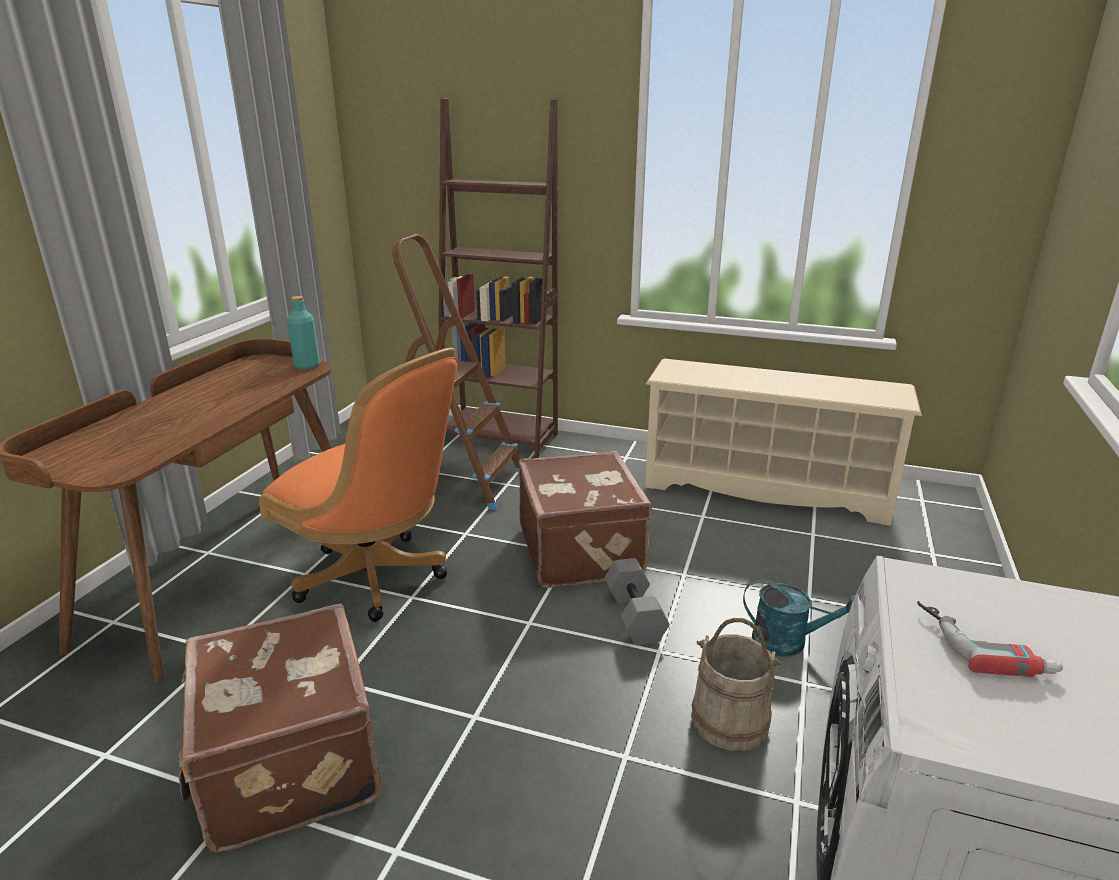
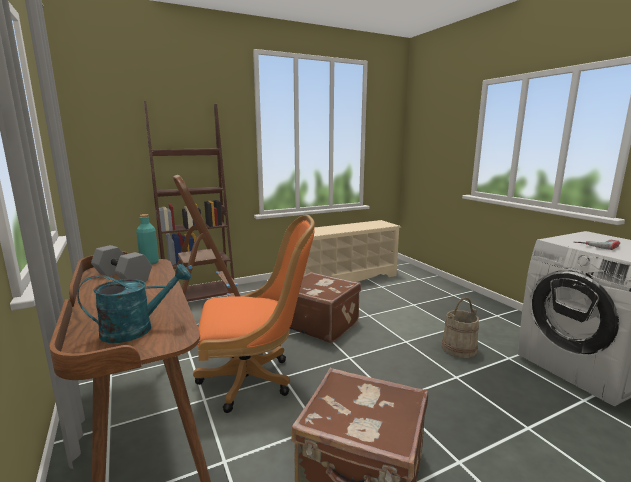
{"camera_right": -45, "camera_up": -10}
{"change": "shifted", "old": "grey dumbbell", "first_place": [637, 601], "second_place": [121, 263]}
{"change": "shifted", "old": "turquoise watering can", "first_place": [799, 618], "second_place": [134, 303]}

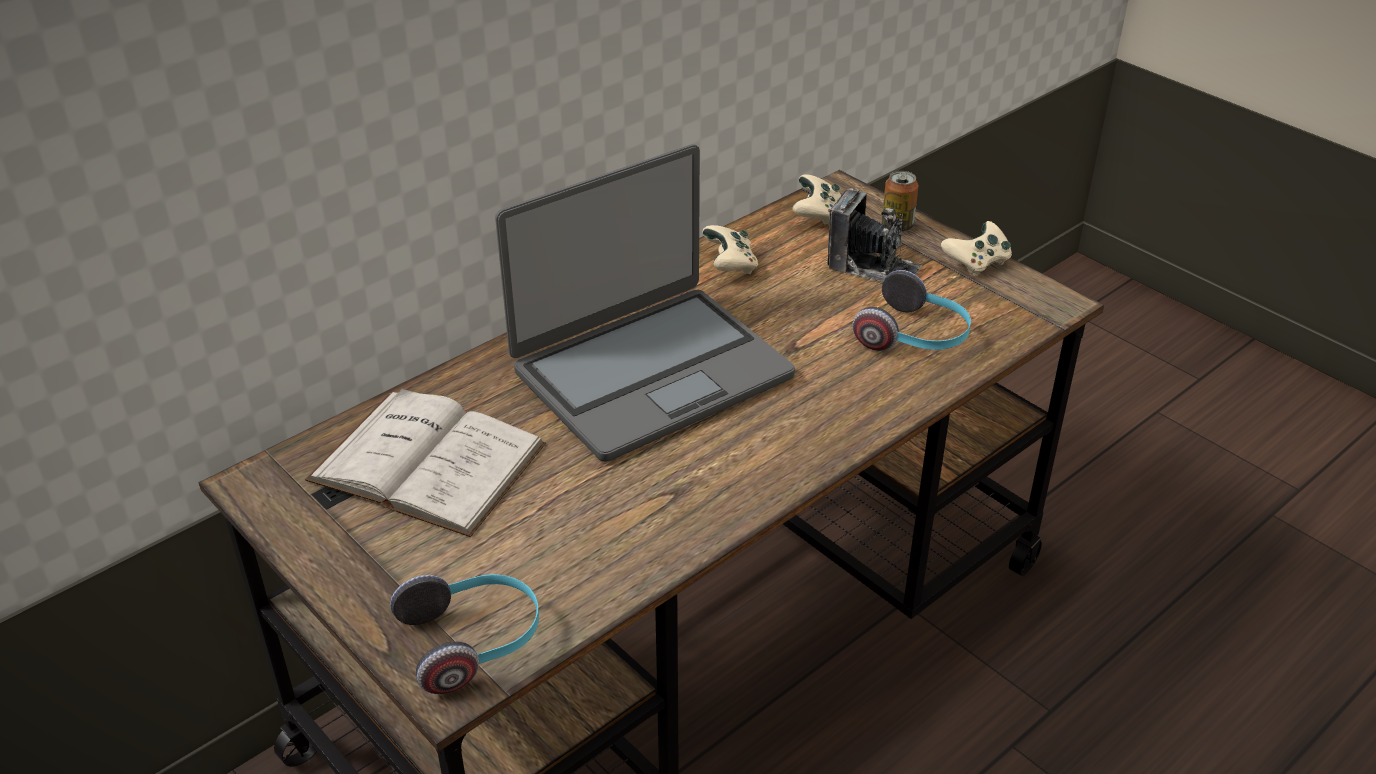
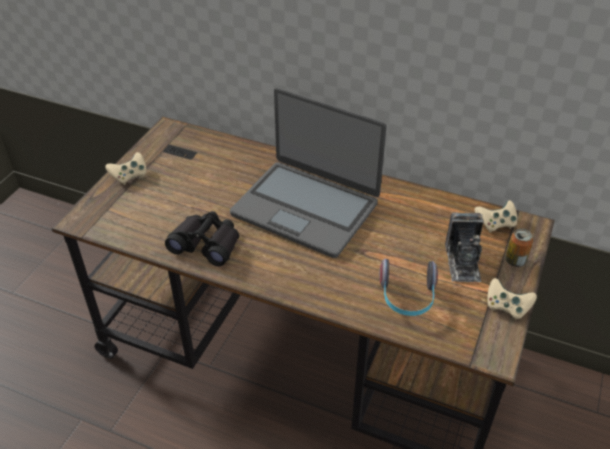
{"camera_right": 65, "camera_up": 5}
{"change": "shifted", "old": "beige game controller", "first_place": [730, 249], "second_place": [126, 168]}
{"change": "gone", "old": "white book", "first_place": [425, 462]}
{"change": "gone", "old": "headphones", "first_place": [464, 634]}
{"change": "new", "new": "black binoculars", "second_place": [202, 238]}

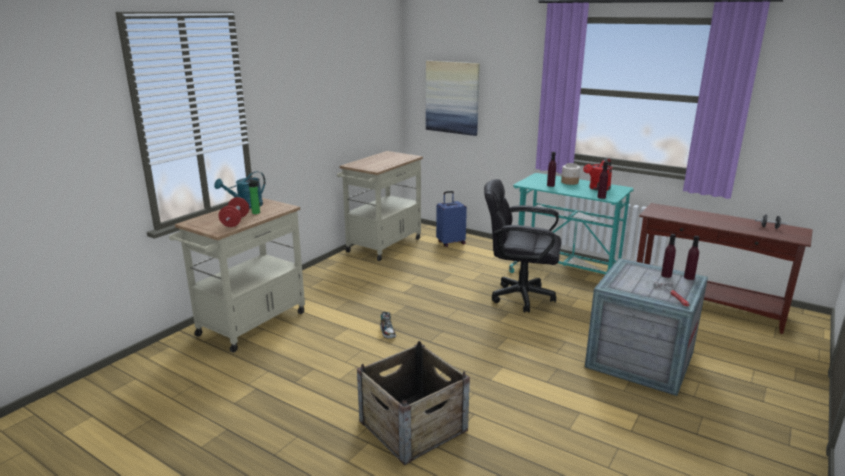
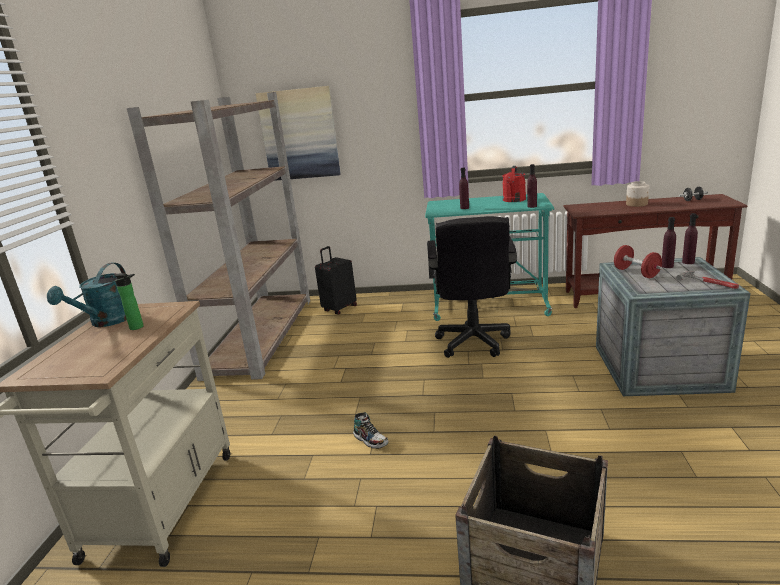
{"camera_right": -25, "camera_up": 0}
{"change": "swapped", "old": "beige cart", "new": "brown bookcase", "first_place": [380, 206], "second_place": [218, 236]}
{"change": "shifted", "old": "jar", "first_place": [570, 174], "second_place": [637, 194]}
{"change": "rotated", "old": "black office chair", "first_place": [523, 246], "second_place": [472, 287], "degrees": -75}
{"change": "repainted", "old": "blue suitcase", "new": "black suitcase", "first_place": [451, 219], "second_place": [336, 280]}
{"change": "shifted", "old": "red dumbbell", "first_place": [234, 212], "second_place": [638, 261]}

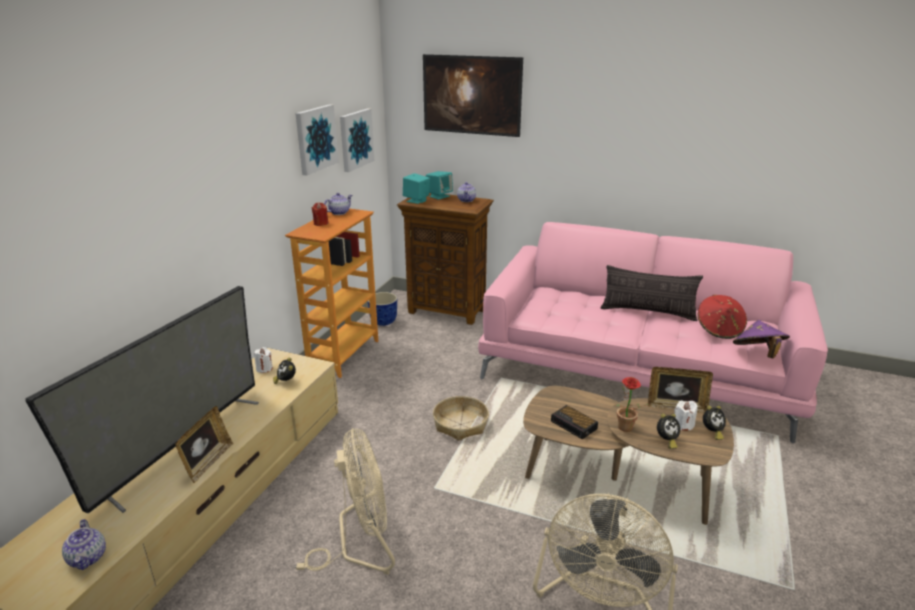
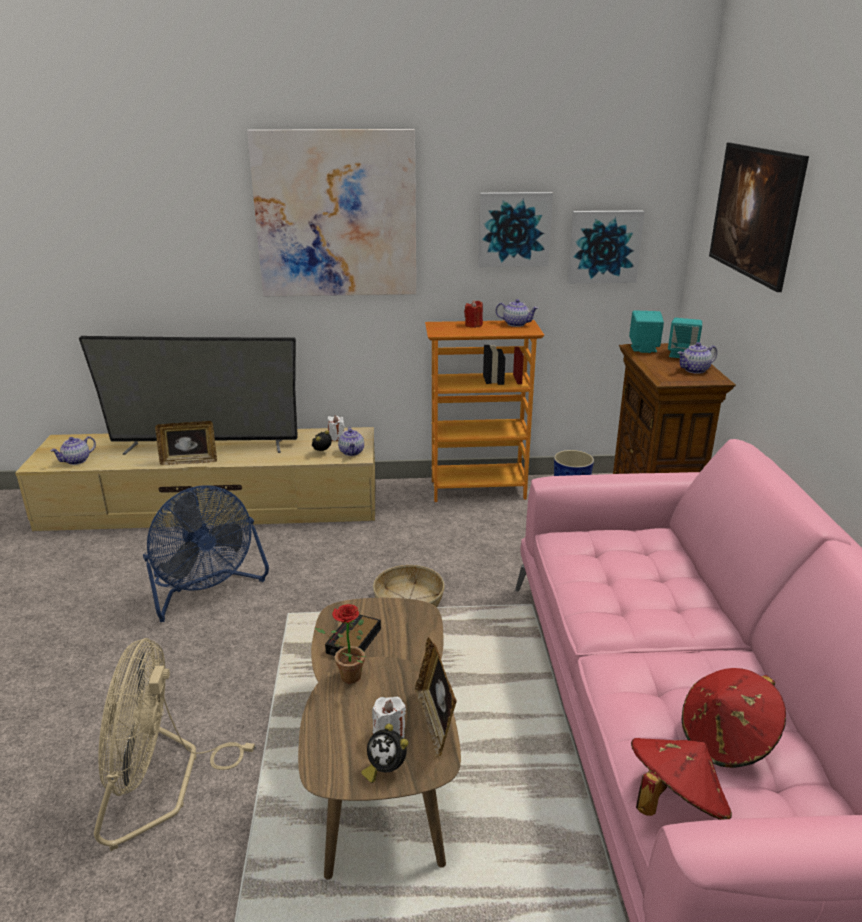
{"camera_right": 65, "camera_up": 0}
{"change": "gone", "old": "pillow", "first_place": [651, 293]}
{"change": "repainted", "old": "purple hat", "new": "red hat", "first_place": [761, 339], "second_place": [681, 779]}
{"change": "gone", "old": "alarm clock", "first_place": [668, 431]}
{"change": "repainted", "old": "beige fan", "new": "blue fan", "first_place": [344, 501], "second_place": [206, 553]}
{"change": "new", "new": "picture", "second_place": [331, 212]}
{"change": "new", "new": "teapot", "second_place": [351, 441]}

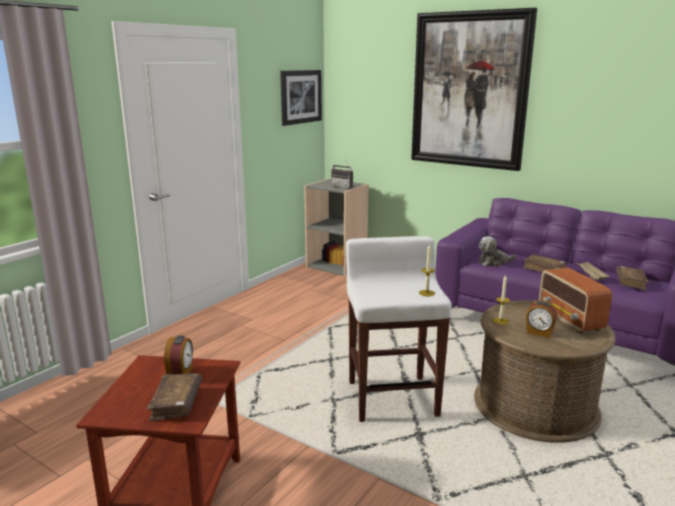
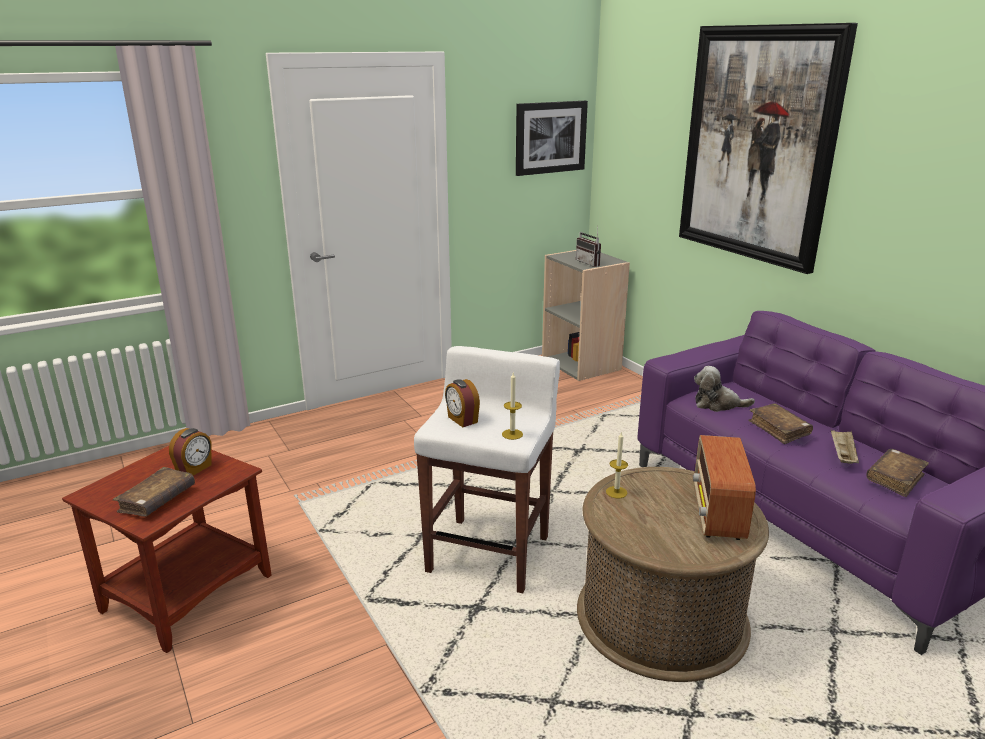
{"camera_right": 25, "camera_up": 5}
{"change": "shifted", "old": "alarm clock", "first_place": [542, 319], "second_place": [462, 403]}

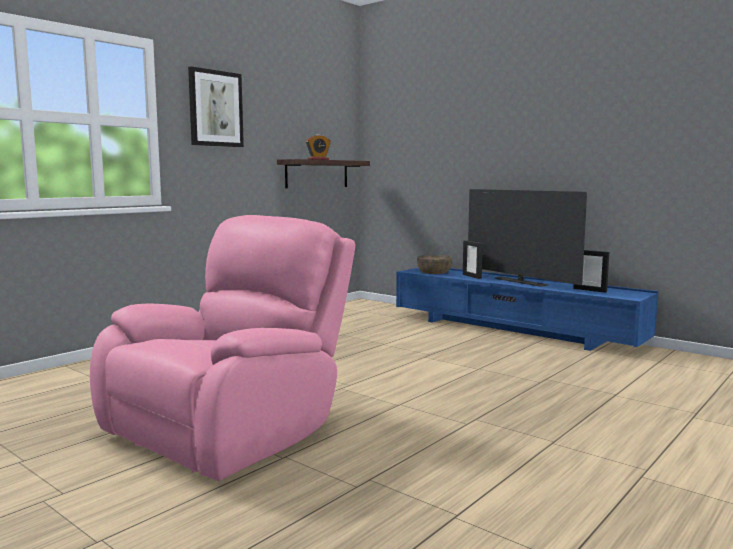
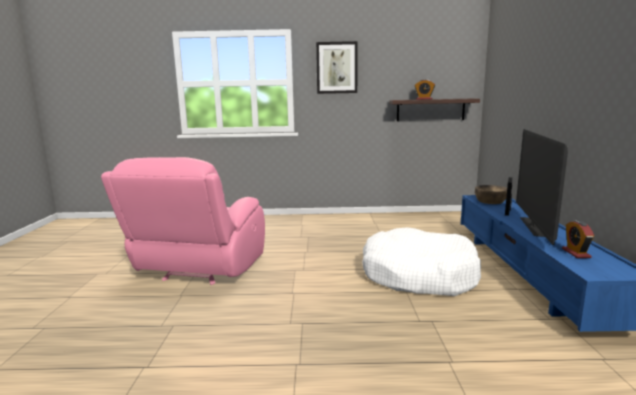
{"camera_right": 50, "camera_up": 5}
{"change": "rotated", "old": "pink armchair", "first_place": [222, 348], "second_place": [183, 221], "degrees": 105}
{"change": "swapped", "old": "picture frame", "new": "alarm clock", "first_place": [591, 271], "second_place": [578, 239]}
{"change": "new", "new": "white dog bed", "second_place": [421, 261]}

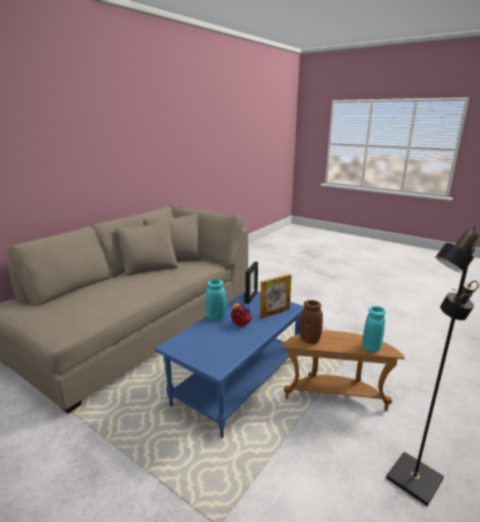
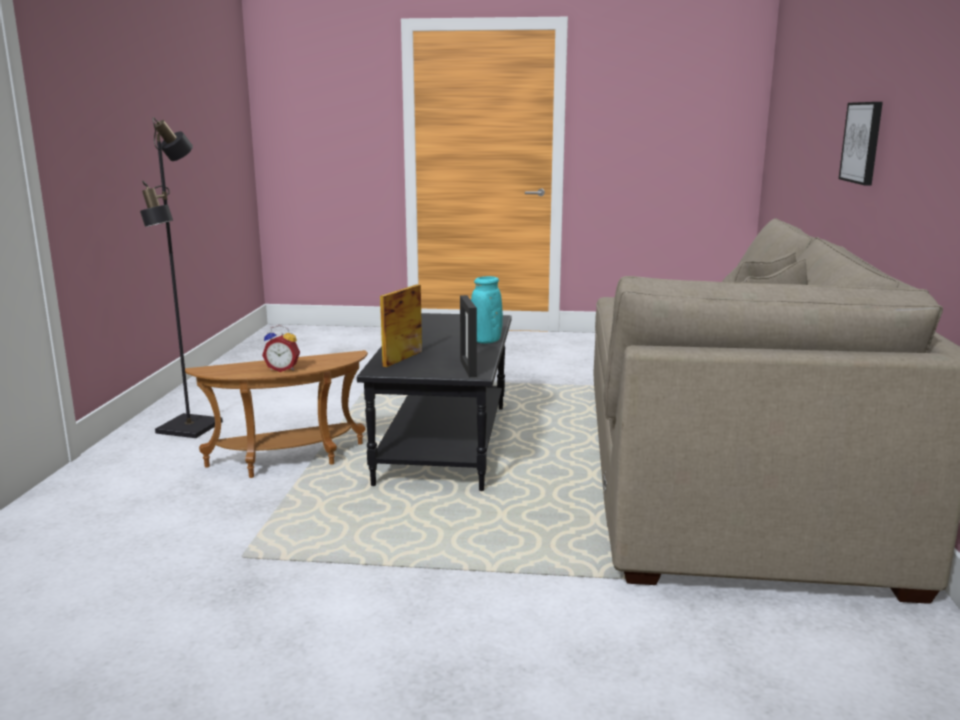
{"camera_right": 150, "camera_up": -5}
{"change": "repainted", "old": "blue coffee table", "new": "black coffee table", "first_place": [230, 365], "second_place": [434, 402]}
{"change": "gone", "old": "brown vase", "first_place": [311, 322]}
{"change": "shifted", "old": "alarm clock", "first_place": [241, 314], "second_place": [281, 348]}
{"change": "gone", "old": "turquoise vase", "first_place": [374, 329]}
{"change": "new", "new": "picture", "second_place": [861, 143]}

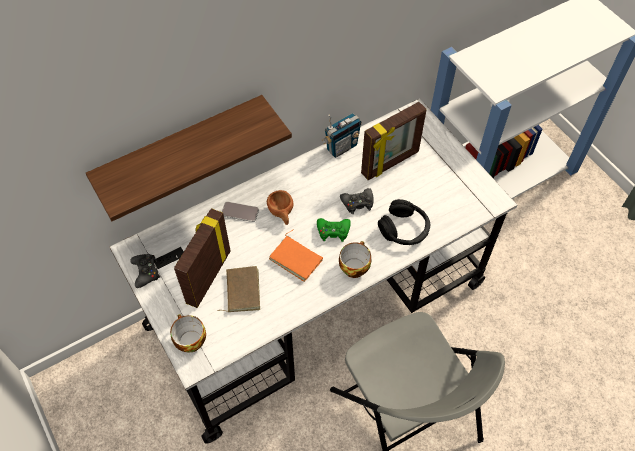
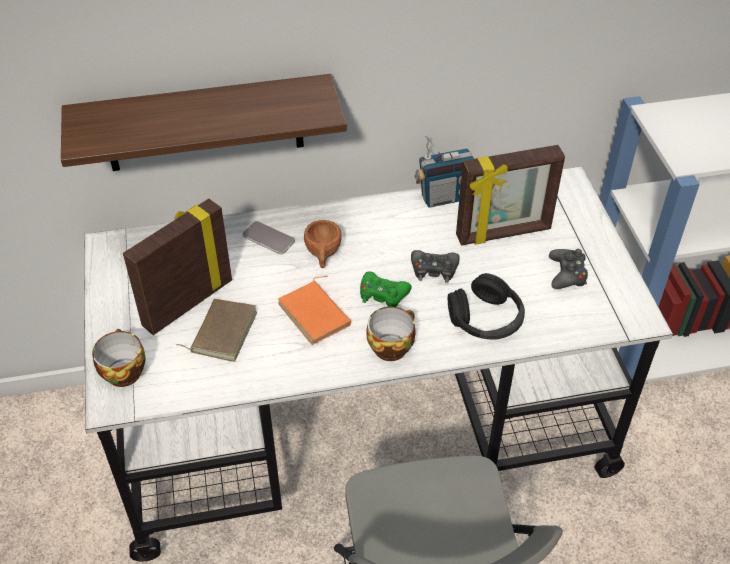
{"camera_right": 20, "camera_up": -10}
{"change": "shifted", "old": "black game controller", "first_place": [145, 271], "second_place": [568, 269]}

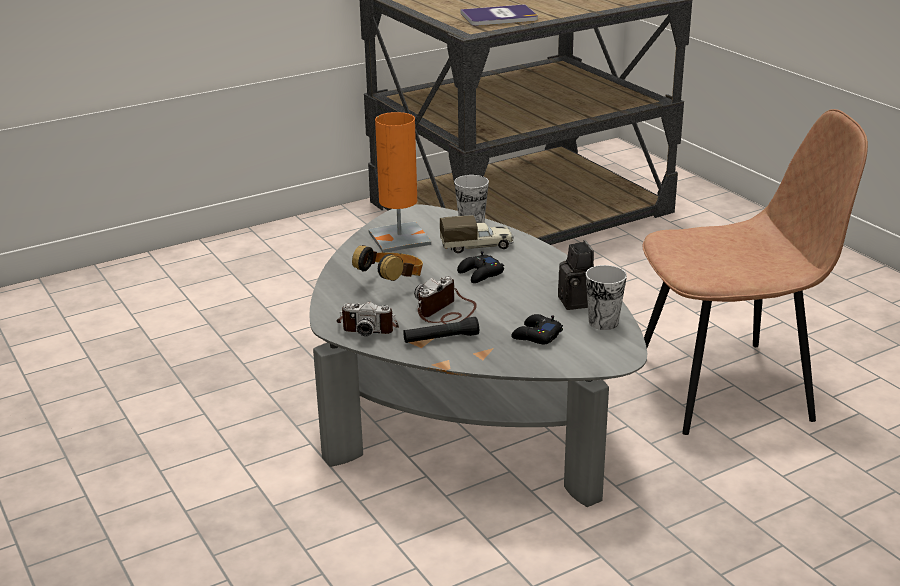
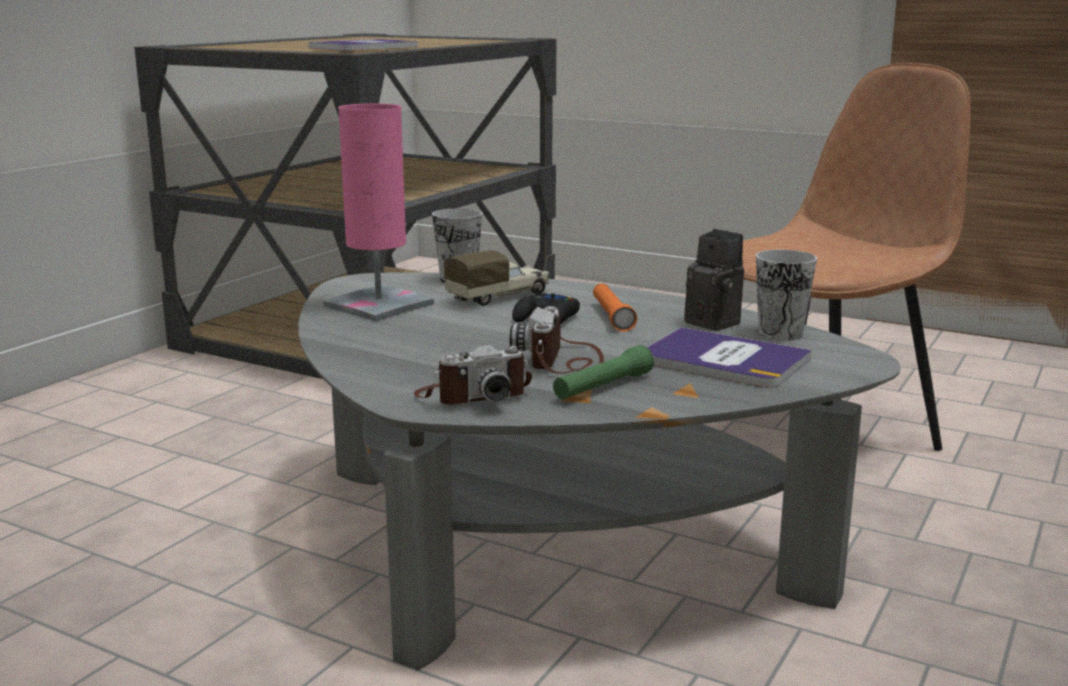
{"camera_right": -30, "camera_up": -10}
{"change": "repainted", "old": "orange table lamp", "new": "pink table lamp", "first_place": [400, 182], "second_place": [378, 212]}
{"change": "gone", "old": "headphones", "first_place": [387, 263]}
{"change": "swapped", "old": "black game controller", "new": "book", "first_place": [537, 329], "second_place": [729, 357]}
{"change": "repainted", "old": "black flashlight", "new": "green flashlight", "first_place": [441, 330], "second_place": [603, 372]}
{"change": "new", "new": "orange flashlight", "second_place": [615, 307]}

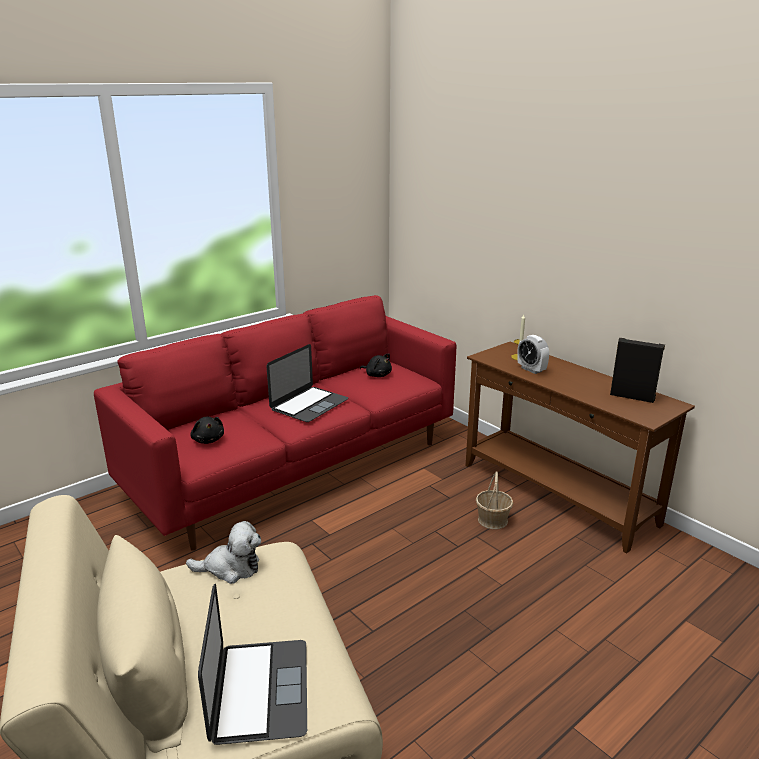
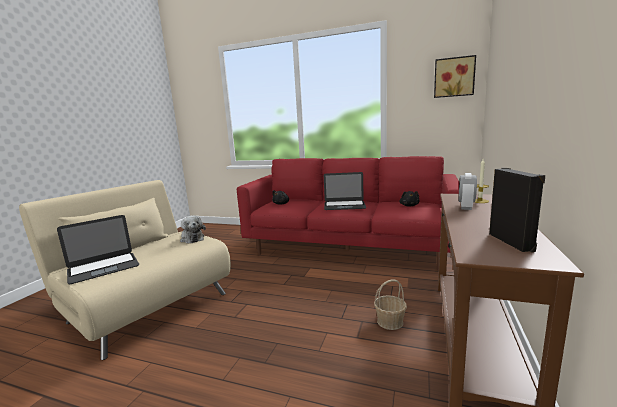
{"camera_right": 60, "camera_up": -10}
{"change": "new", "new": "picture", "second_place": [455, 76]}

